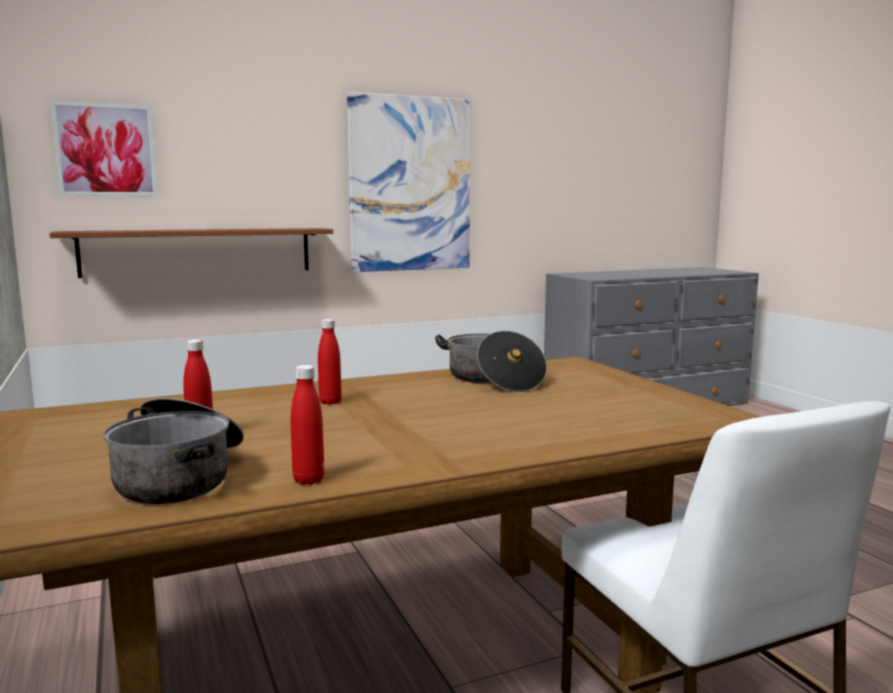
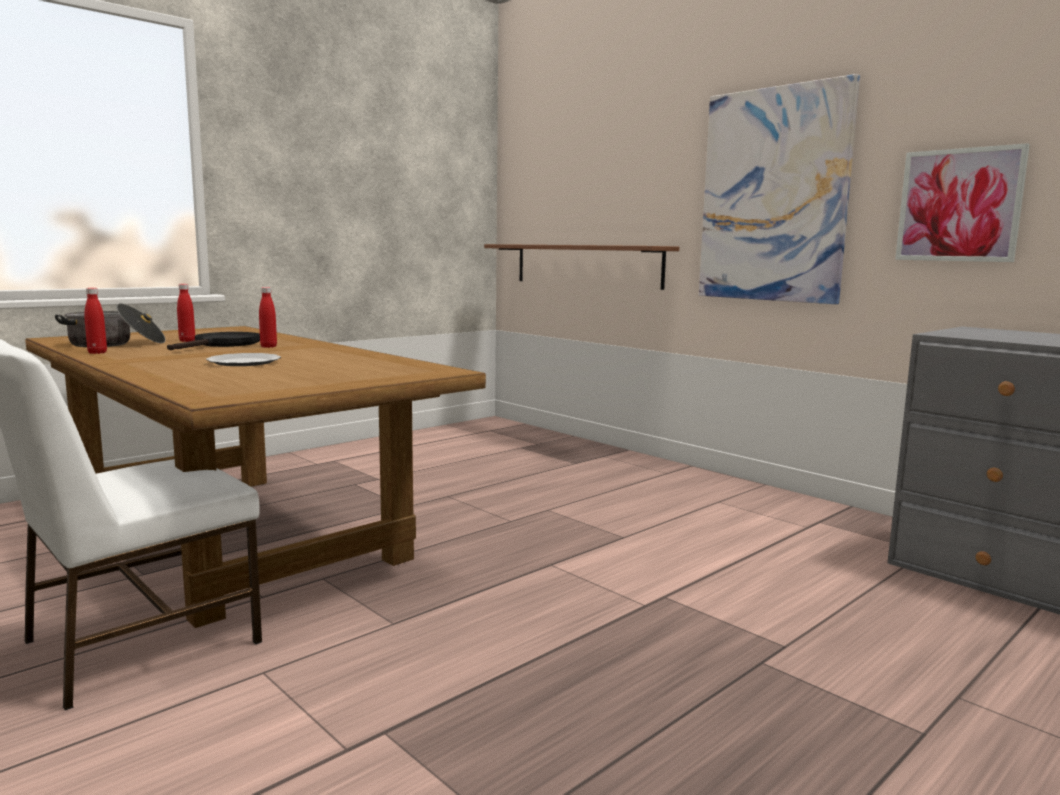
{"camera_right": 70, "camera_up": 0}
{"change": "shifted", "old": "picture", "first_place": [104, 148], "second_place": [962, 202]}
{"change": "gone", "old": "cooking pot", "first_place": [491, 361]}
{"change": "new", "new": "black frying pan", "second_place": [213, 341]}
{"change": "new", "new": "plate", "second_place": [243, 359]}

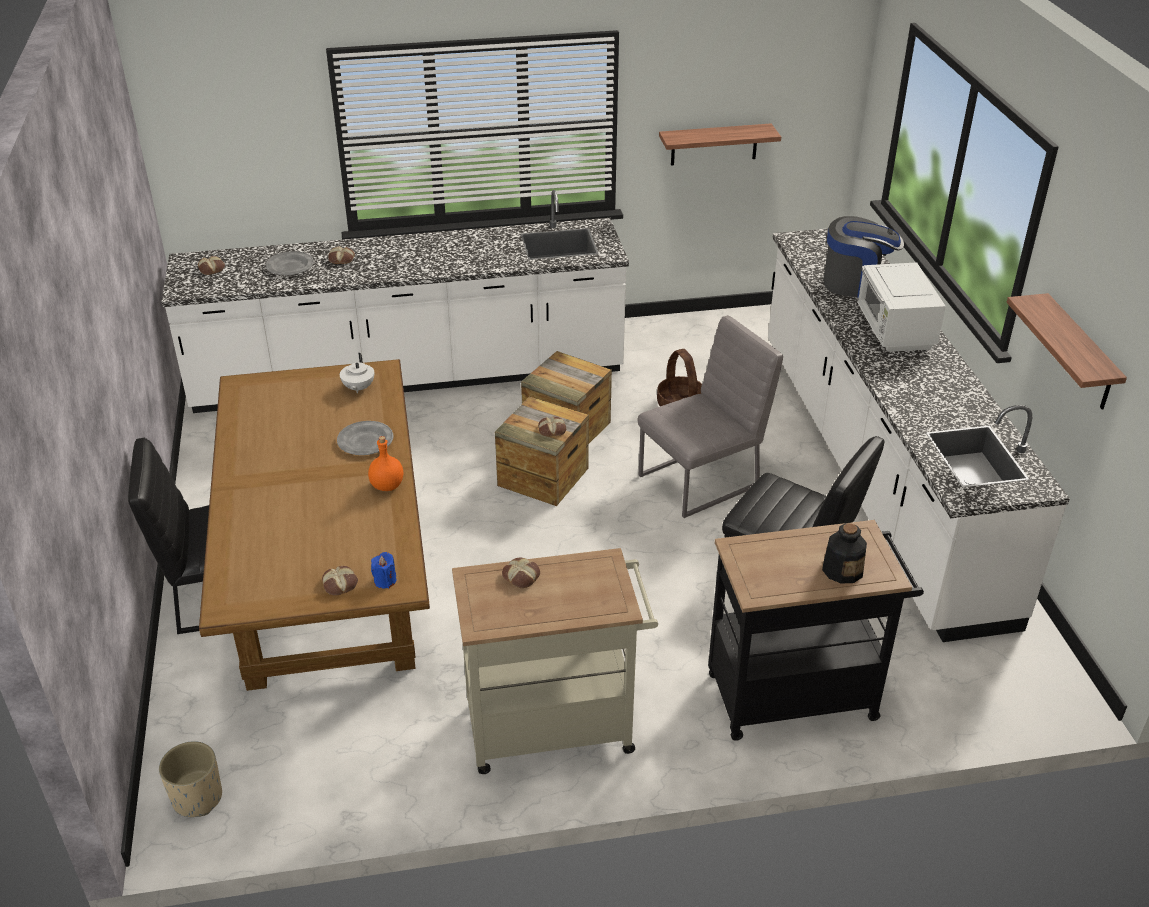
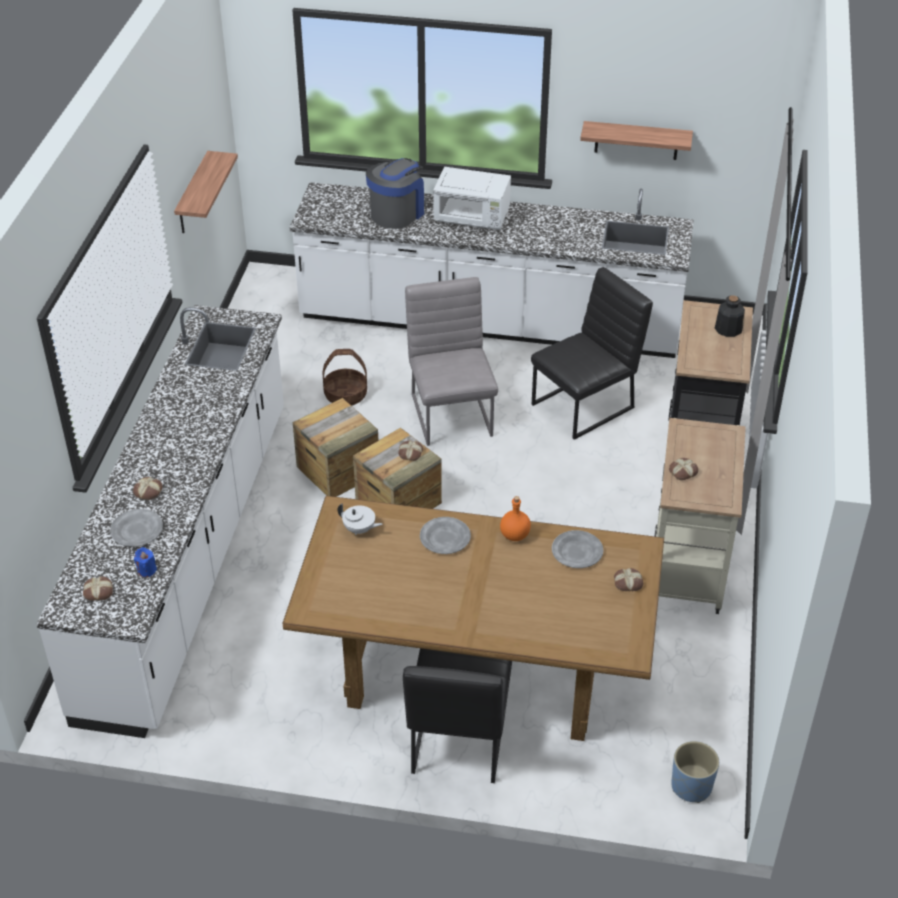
{"camera_right": -70, "camera_up": 5}
{"change": "shifted", "old": "blue candle", "first_place": [383, 570], "second_place": [145, 562]}
{"change": "repainted", "old": "beige planter", "new": "blue planter", "first_place": [190, 779], "second_place": [695, 772]}
{"change": "new", "new": "grey plate", "second_place": [577, 549]}

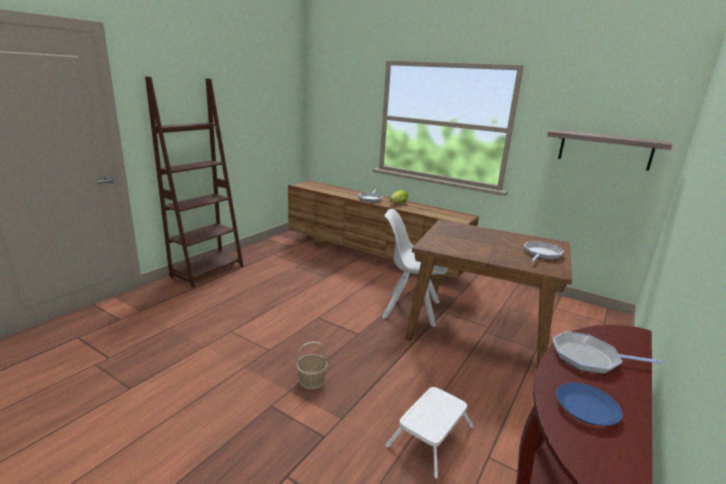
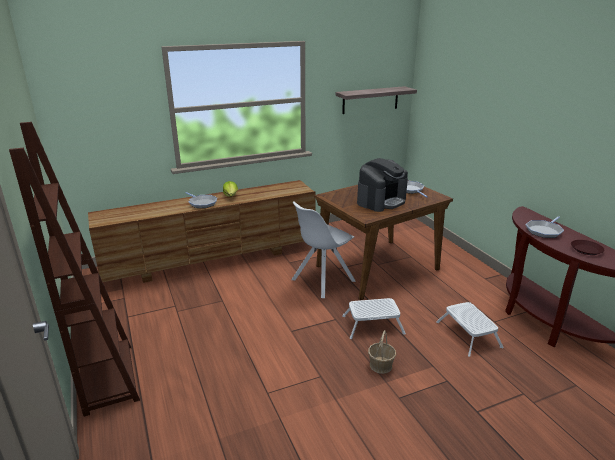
{"camera_right": -55, "camera_up": 5}
{"change": "repainted", "old": "blue plate", "new": "brown plate", "first_place": [589, 404], "second_place": [587, 247]}
{"change": "new", "new": "coffee machine", "second_place": [382, 185]}
{"change": "new", "new": "white step ladder", "second_place": [374, 318]}

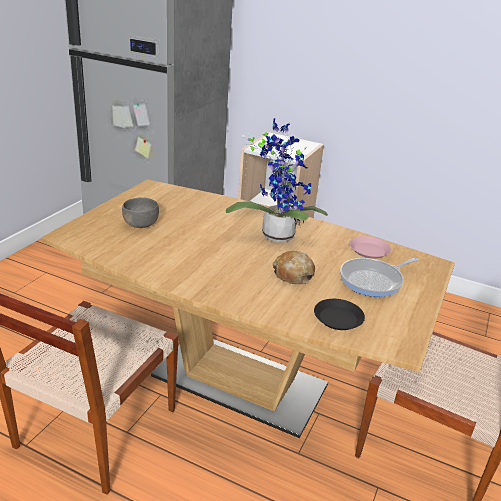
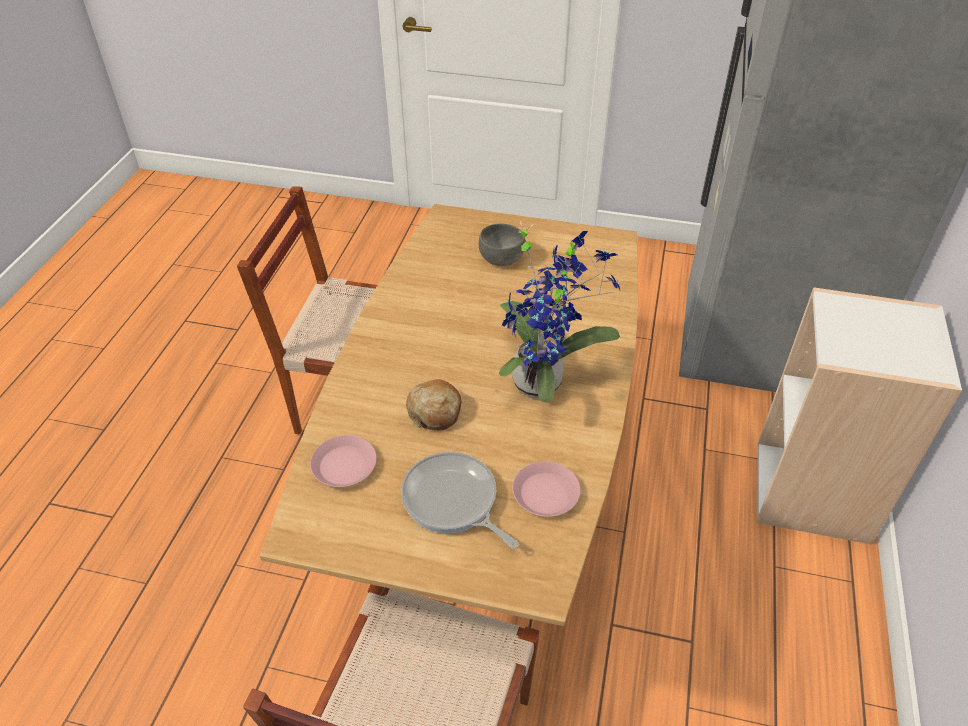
{"camera_right": 80, "camera_up": 15}
{"change": "repainted", "old": "black plate", "new": "pink plate", "first_place": [339, 314], "second_place": [343, 461]}

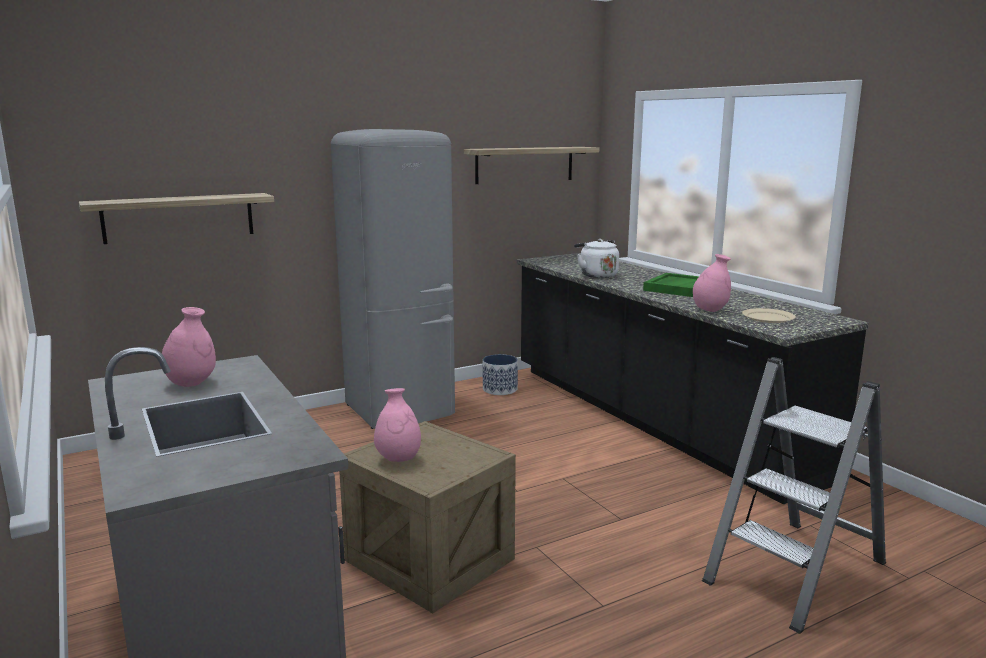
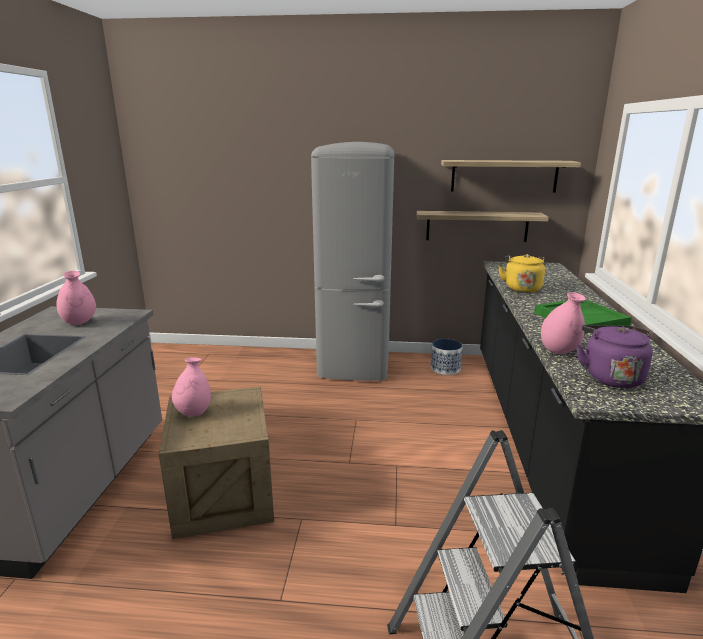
{"camera_right": 35, "camera_up": 5}
{"change": "shifted", "old": "shelf", "first_place": [176, 218], "second_place": [482, 226]}
{"change": "repainted", "old": "white kettle", "new": "yellow kettle", "first_place": [596, 258], "second_place": [521, 273]}
{"change": "swapped", "old": "beige plate", "new": "purple kettle", "first_place": [769, 315], "second_place": [615, 356]}

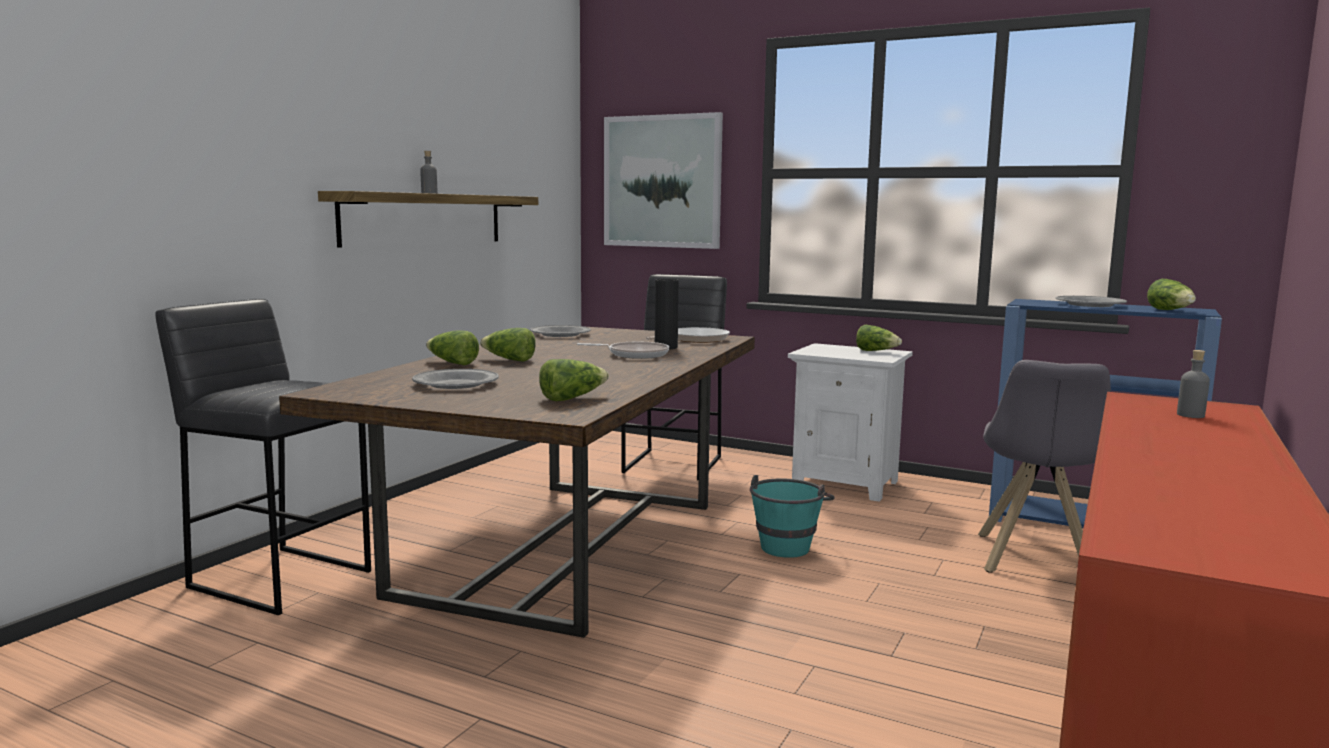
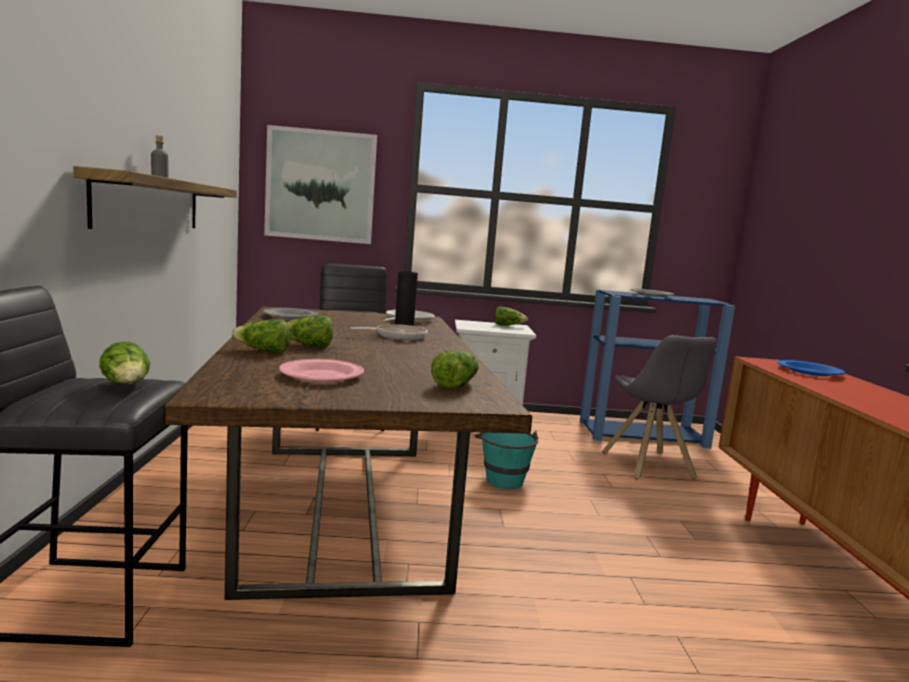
{"camera_right": -30, "camera_up": 0}
{"change": "shifted", "old": "lettuce", "first_place": [1171, 294], "second_place": [124, 363]}
{"change": "swapped", "old": "grey bottle", "new": "blue plate", "first_place": [1193, 384], "second_place": [811, 368]}
{"change": "repainted", "old": "grey plate", "new": "pink plate", "first_place": [455, 379], "second_place": [321, 370]}

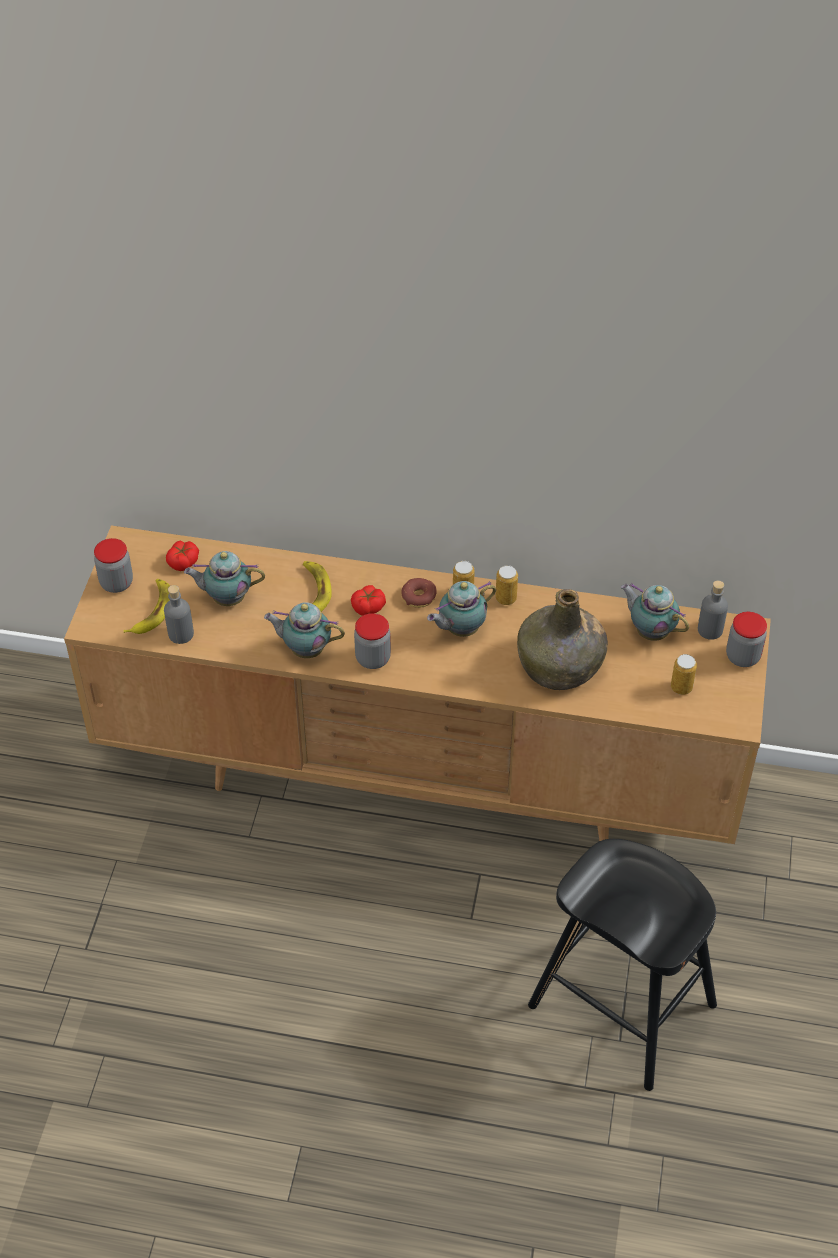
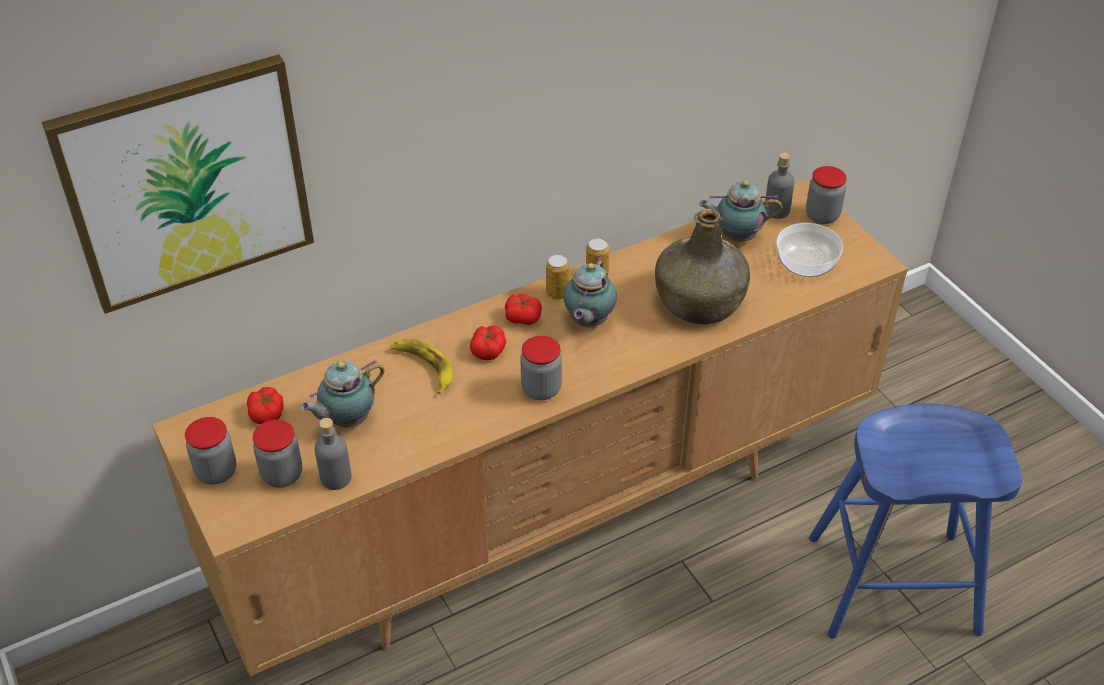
{"camera_right": -40, "camera_up": -5}
{"change": "swapped", "old": "donut", "new": "tomato", "first_place": [419, 593], "second_place": [523, 309]}
{"change": "swapped", "old": "banana", "new": "jar", "first_place": [147, 606], "second_place": [277, 454]}
{"change": "gone", "old": "teapot", "first_place": [304, 630]}
{"change": "swapped", "old": "can", "new": "bowl", "first_place": [684, 674], "second_place": [810, 250]}
{"change": "repainted", "old": "black stool", "new": "blue stool", "first_place": [622, 965], "second_place": [915, 521]}
{"change": "new", "new": "picture", "second_place": [178, 184]}

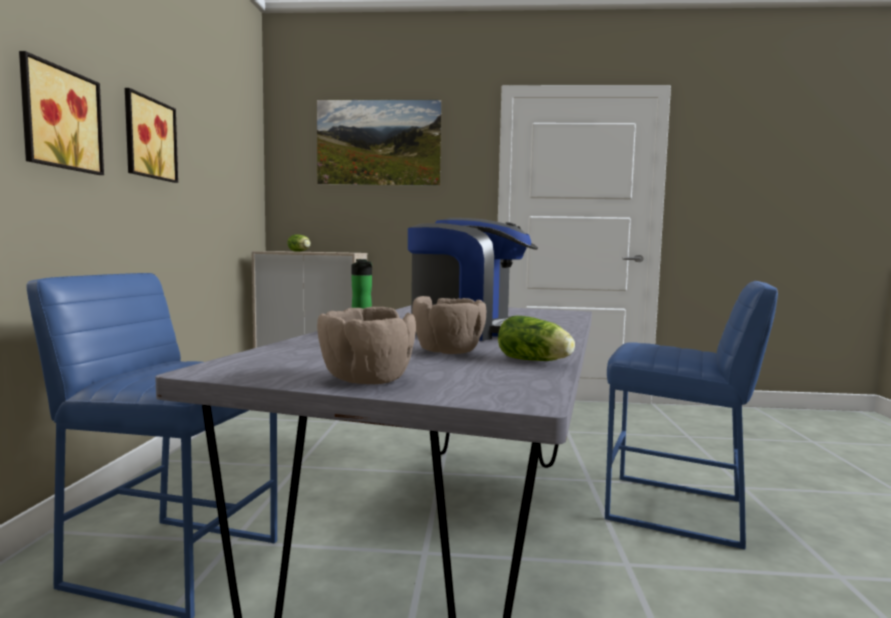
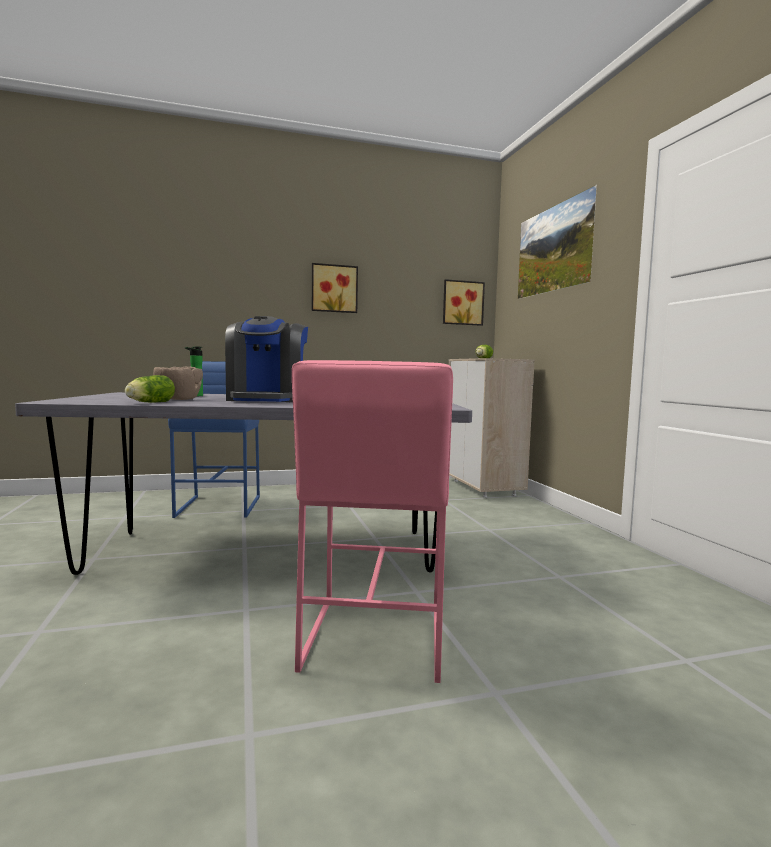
{"camera_right": 70, "camera_up": 0}
{"change": "shifted", "old": "picture", "first_place": [61, 113], "second_place": [464, 302]}
{"change": "repainted", "old": "blue stool", "new": "pink stool", "first_place": [691, 415], "second_place": [372, 521]}
{"change": "gone", "old": "brown bowl", "first_place": [366, 345]}

